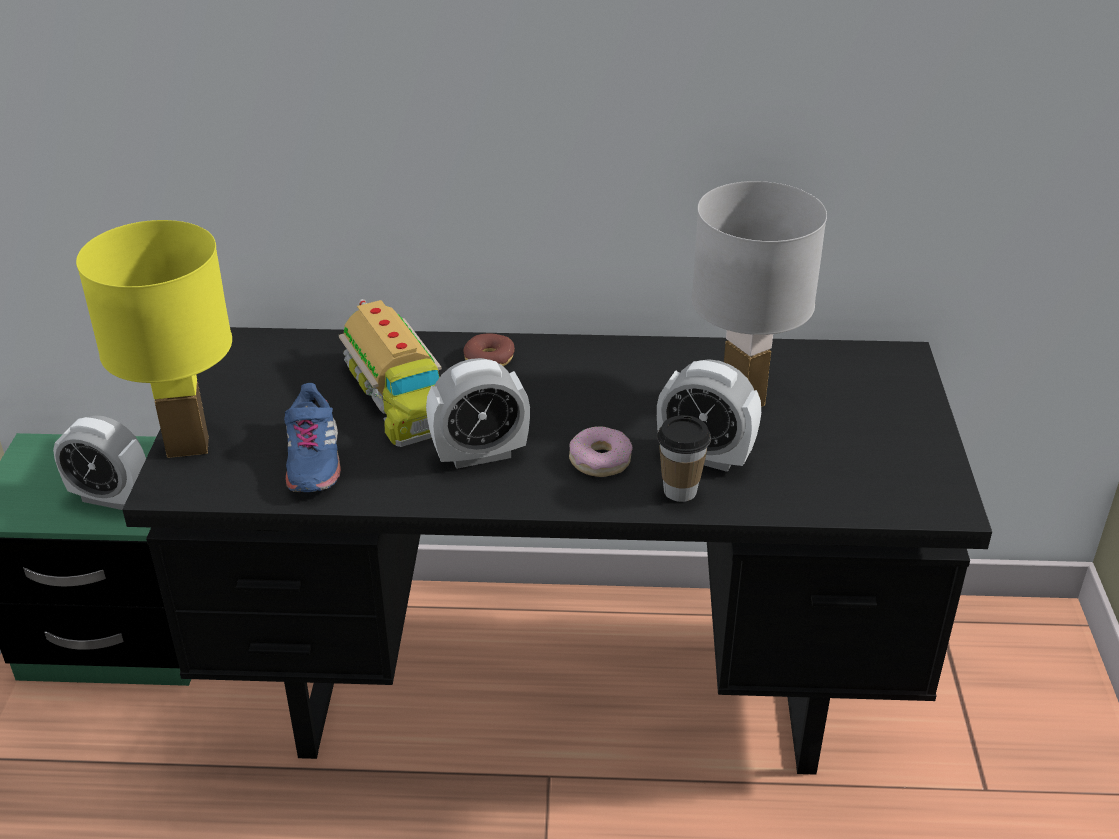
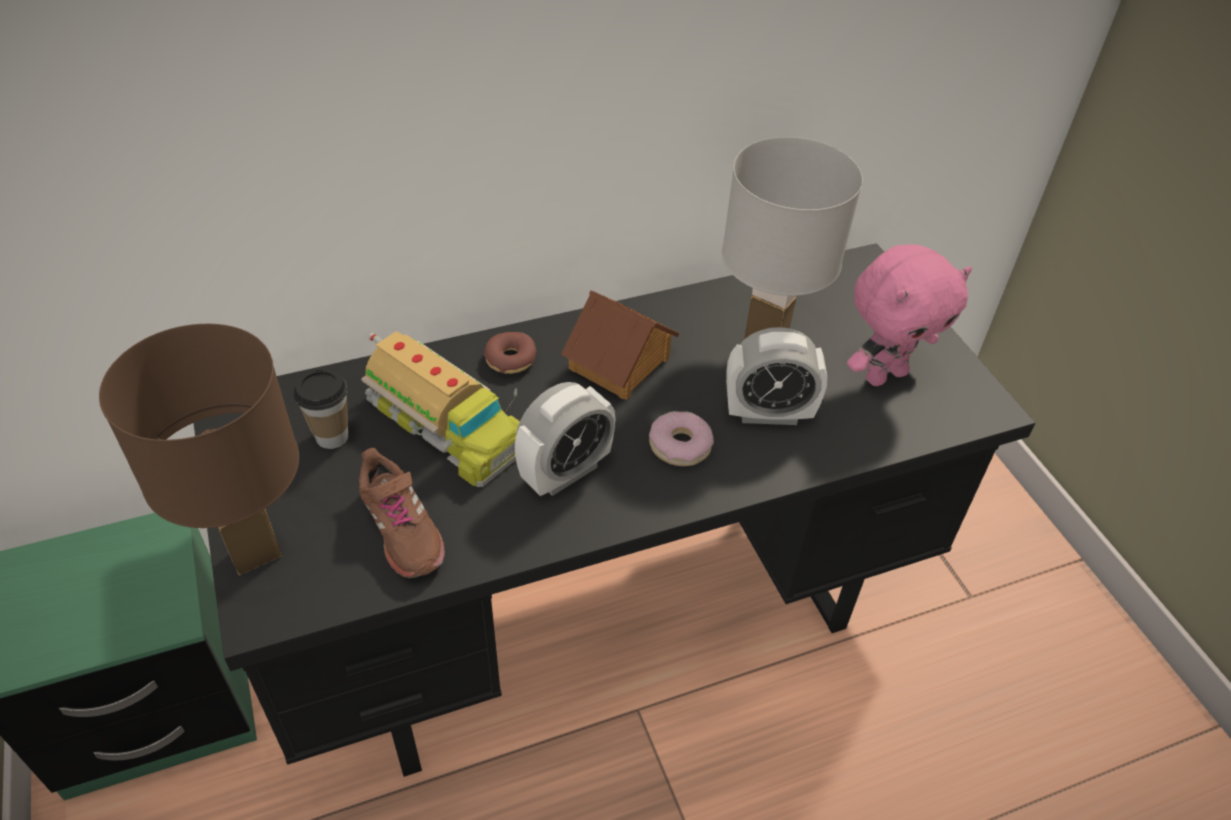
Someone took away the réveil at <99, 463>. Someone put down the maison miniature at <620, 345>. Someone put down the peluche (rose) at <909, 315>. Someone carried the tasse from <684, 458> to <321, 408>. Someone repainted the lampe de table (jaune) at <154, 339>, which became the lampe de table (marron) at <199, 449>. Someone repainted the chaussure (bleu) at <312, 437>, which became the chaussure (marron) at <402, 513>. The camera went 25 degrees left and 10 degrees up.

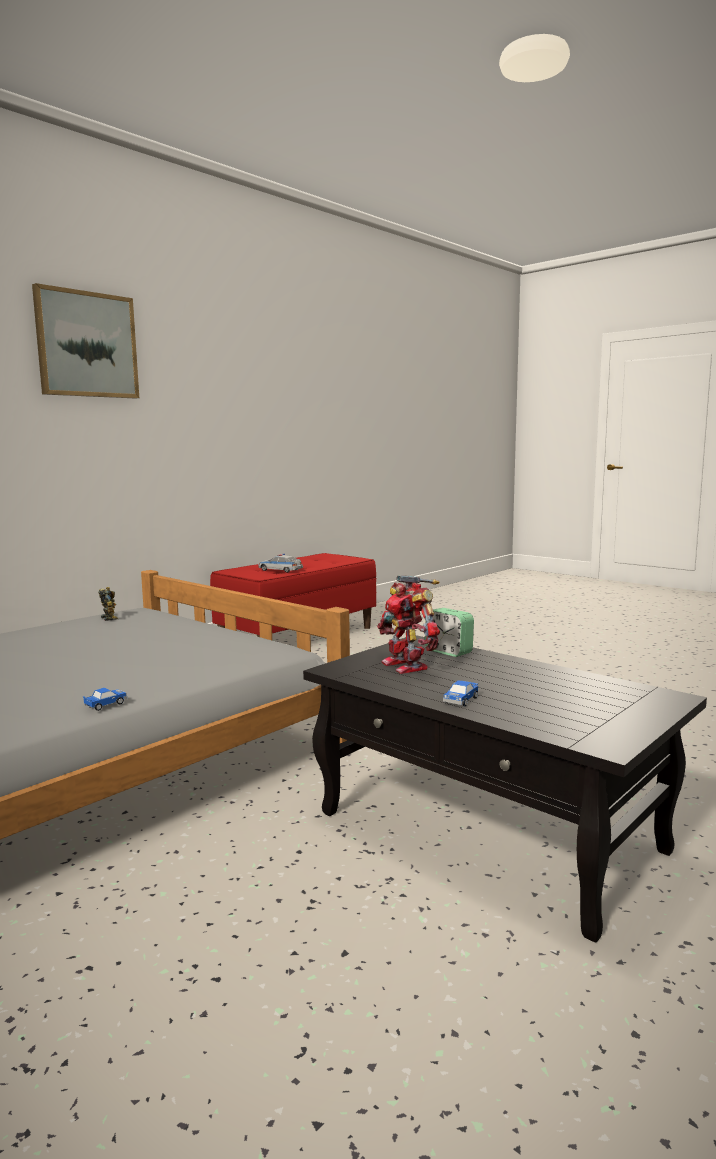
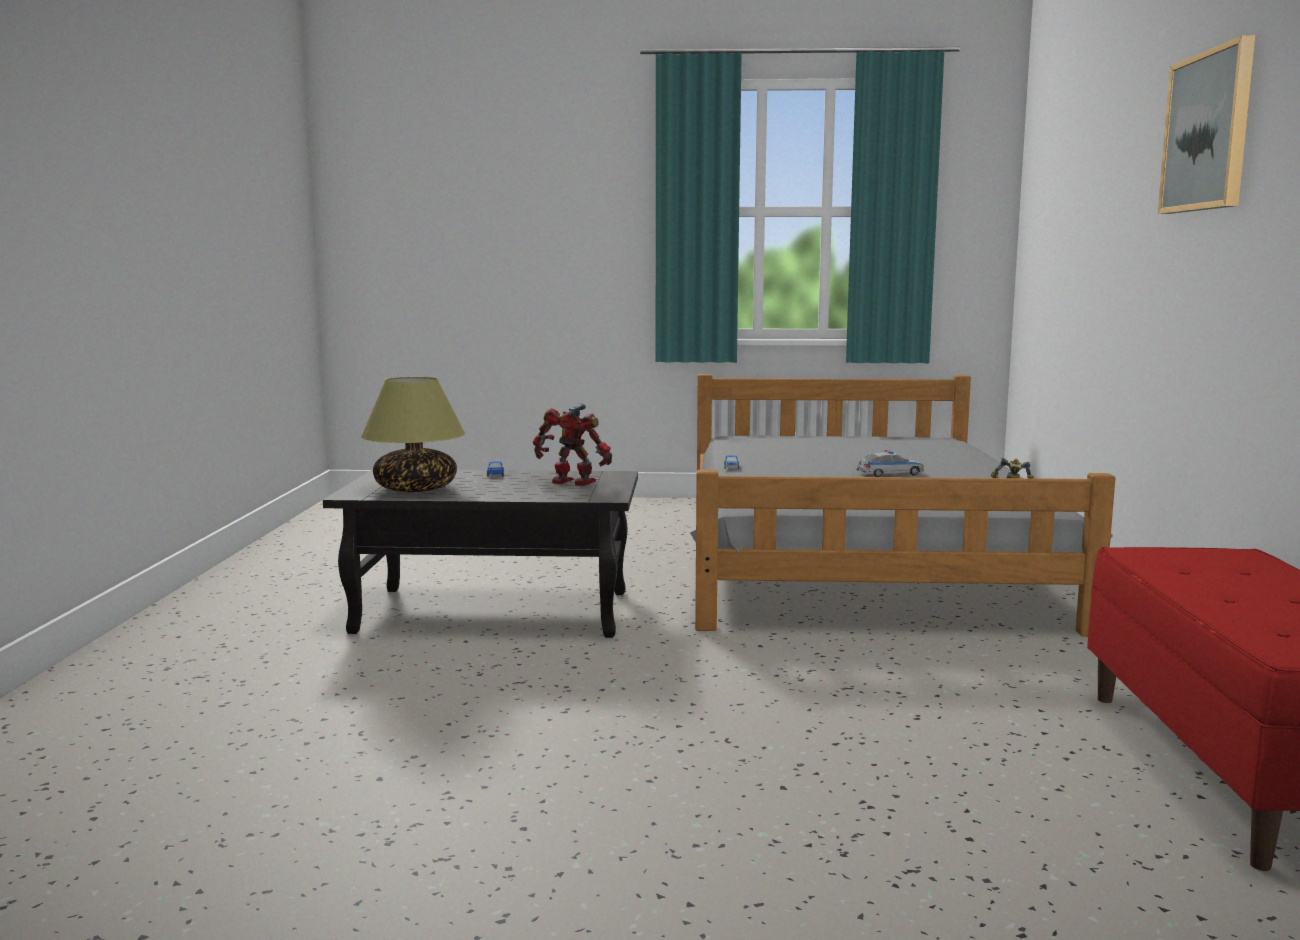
Someone took away the réveil at <449, 632>. Someone put down the lampe de table at <413, 434>. Someone carried the petite voiture from <280, 563> to <890, 463>. The camera went 140 degrees right and 0 degrees up.

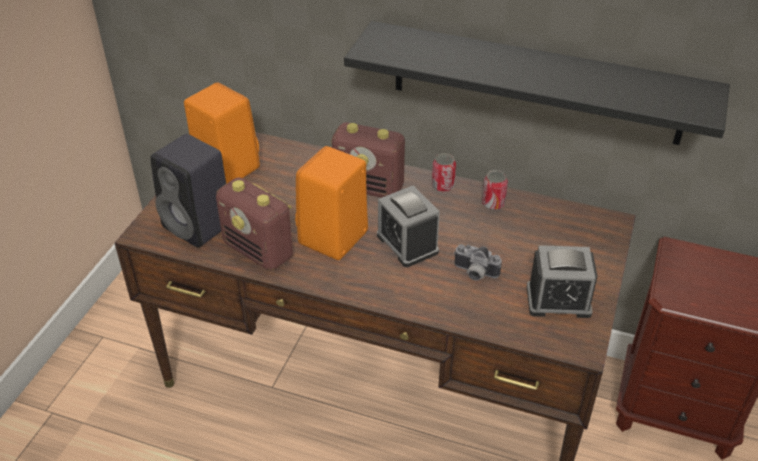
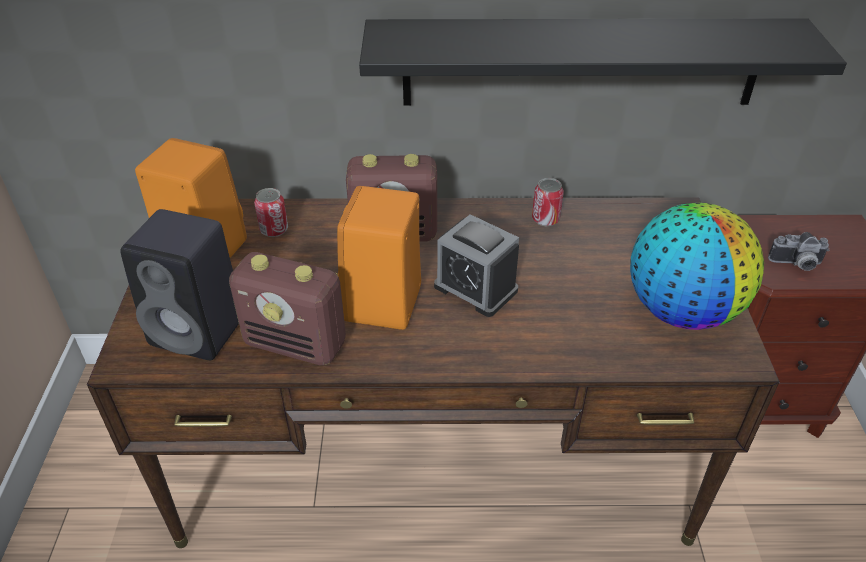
Someone carried the boîte métallique from <444, 172> to <271, 212>. Someone carried the appareil photo from <478, 262> to <798, 251>. Someone swapped the réveil at <562, 281> for the globe at <697, 266>. The camera went 20 degrees left and 0 degrees up.

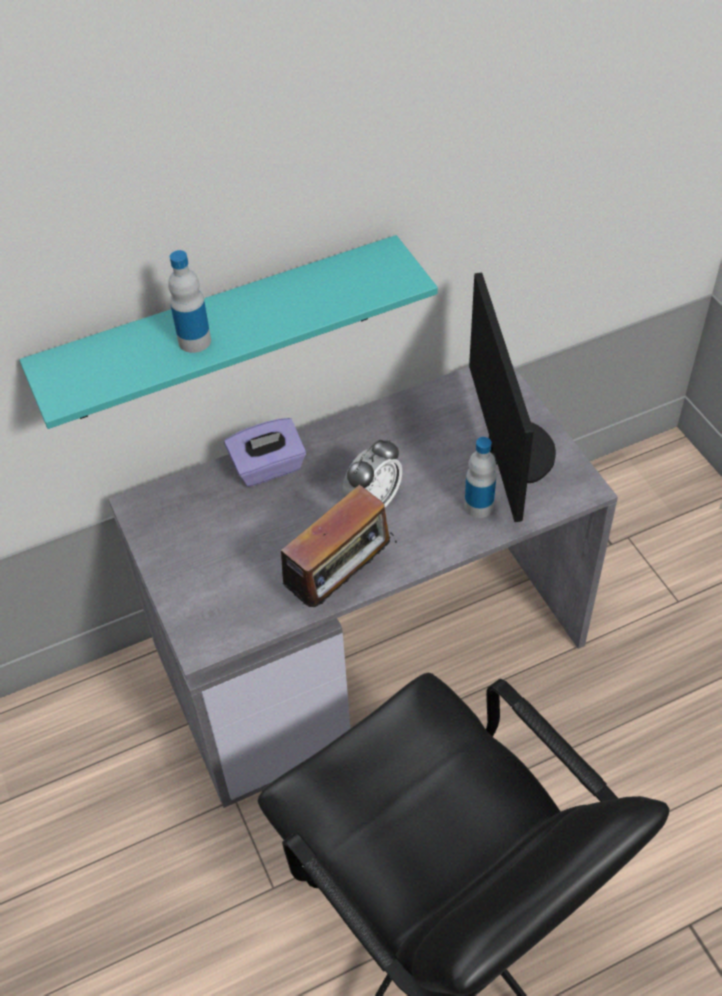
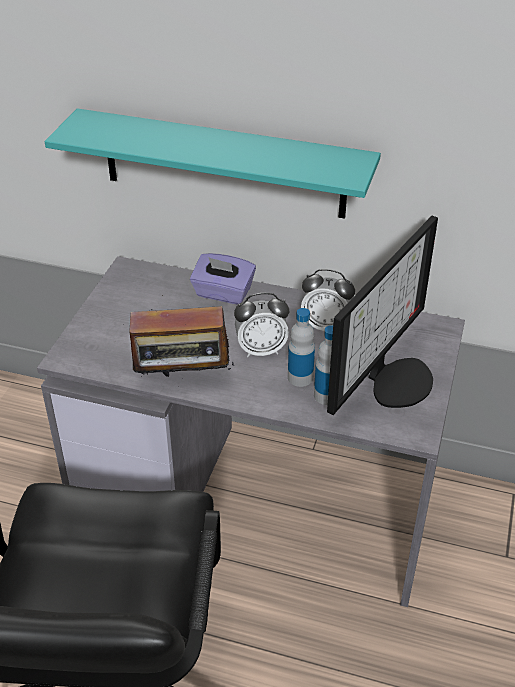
Someone put down the réveil at <328, 300>. Someone carried the bouteille from <189, 301> to <301, 347>. The camera went 40 degrees right and 10 degrees down.

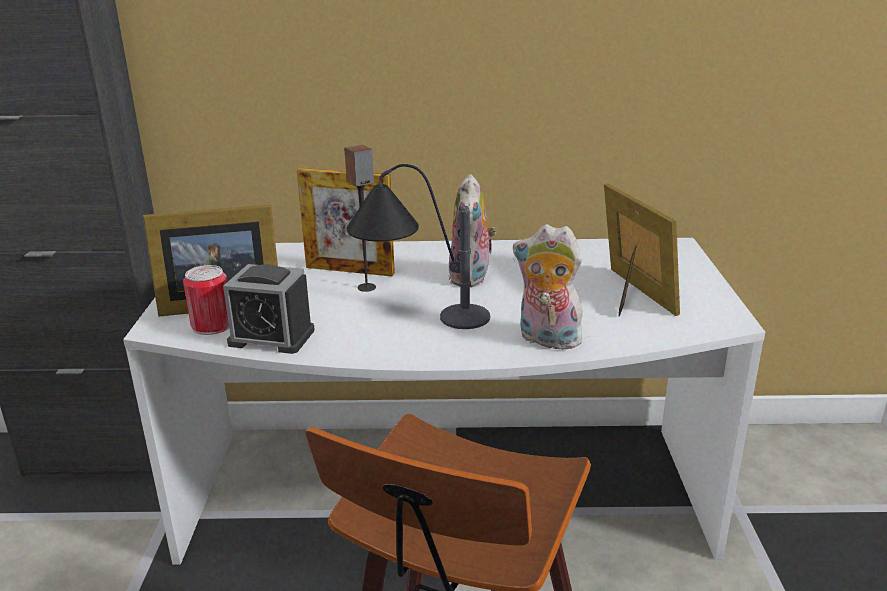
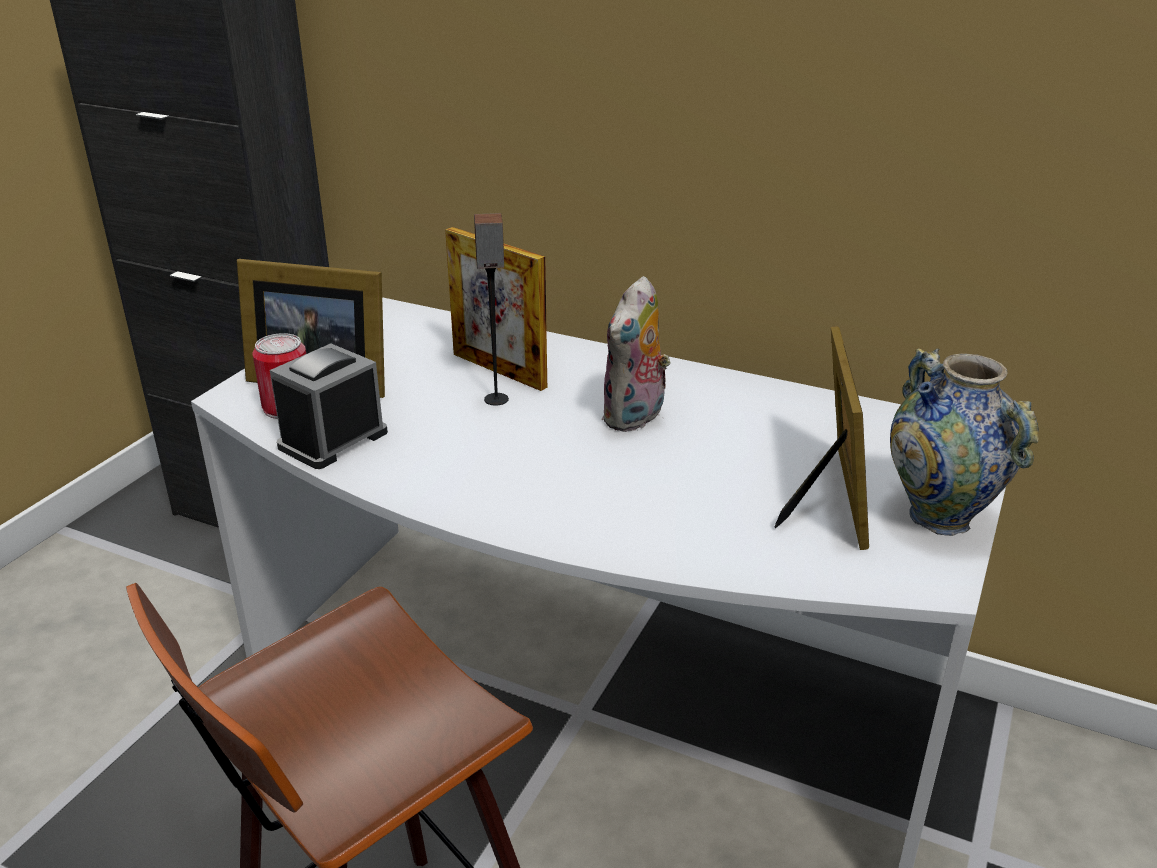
Someone took away the lampe de table at <418, 246>. Someone took away the peluche at <549, 288>. Someone put down the vase at <964, 442>. Someone rotated the réveil at <269, 309> by 90 degrees clockwise. The camera went 25 degrees right and 5 degrees up.

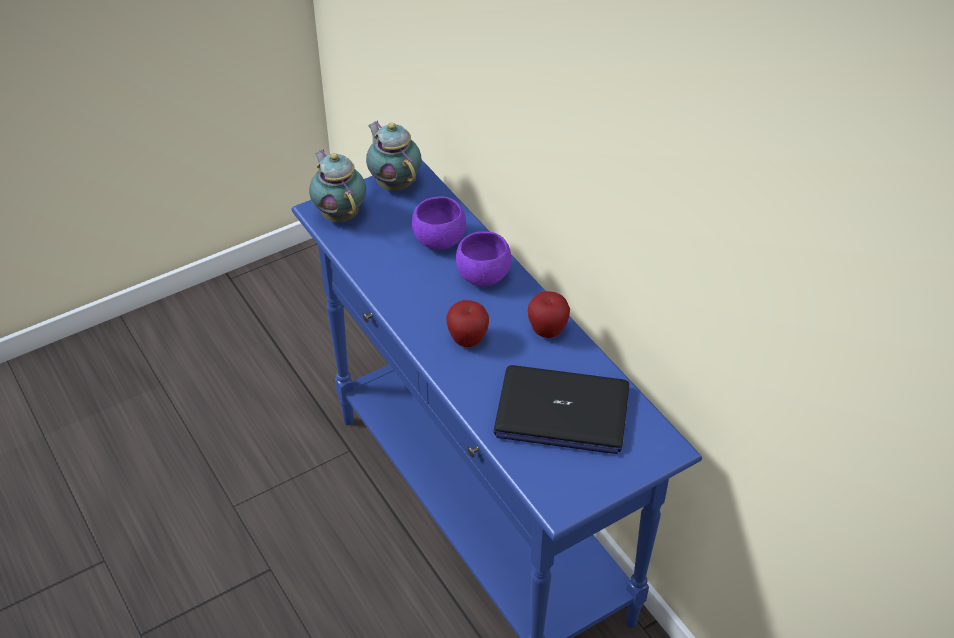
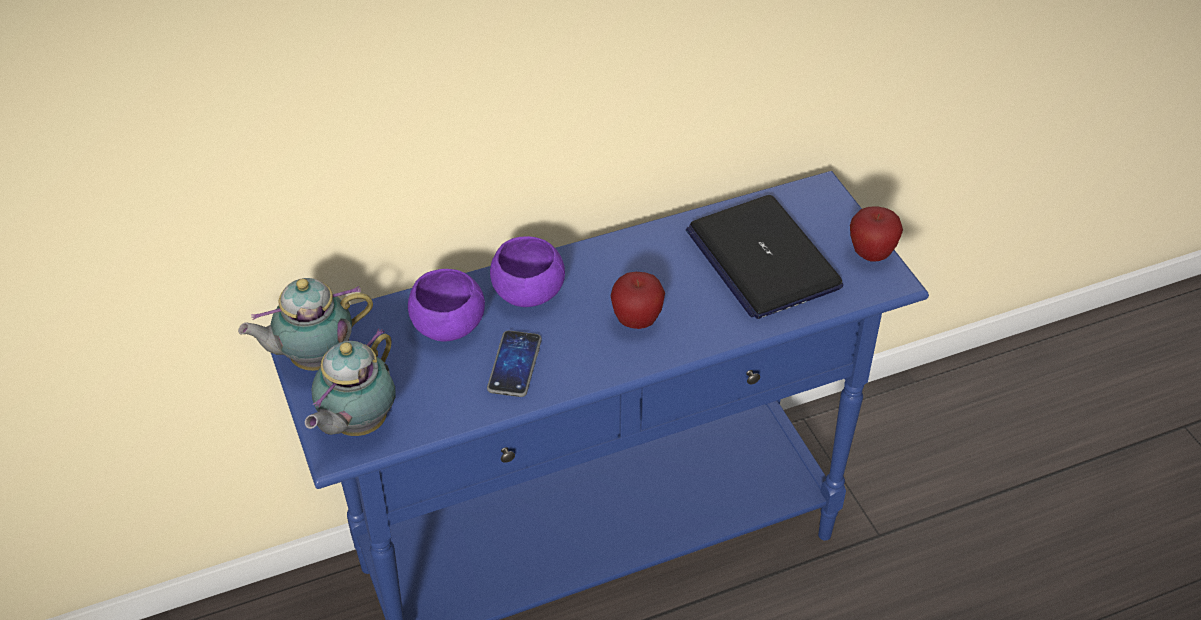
Someone put down the téléphone at <514, 363>. Someone carried the pomme from <549, 314> to <876, 234>. Someone rotated the théière at <337, 185> by 45 degrees counterclockwise. Someone rotated the ordinateur portable at <561, 409> by 135 degrees clockwise. The camera went 80 degrees left and 0 degrees up.

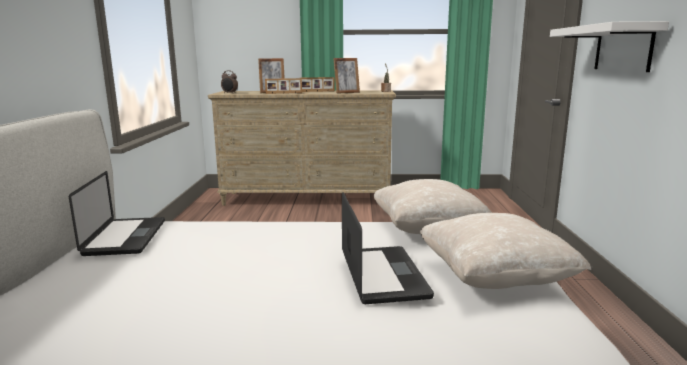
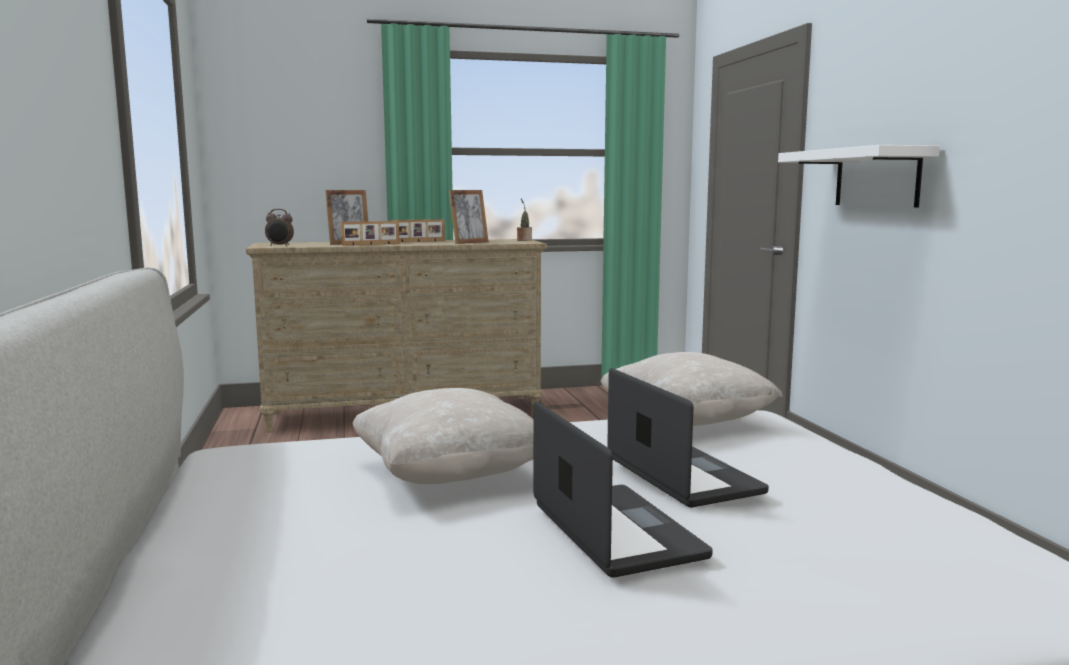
Someone carried the ordinateur portable from <117, 213> to <623, 489>. Someone carried the coussin (beige) from <506, 251> to <443, 436>. The camera went 15 degrees left and 5 degrees down.

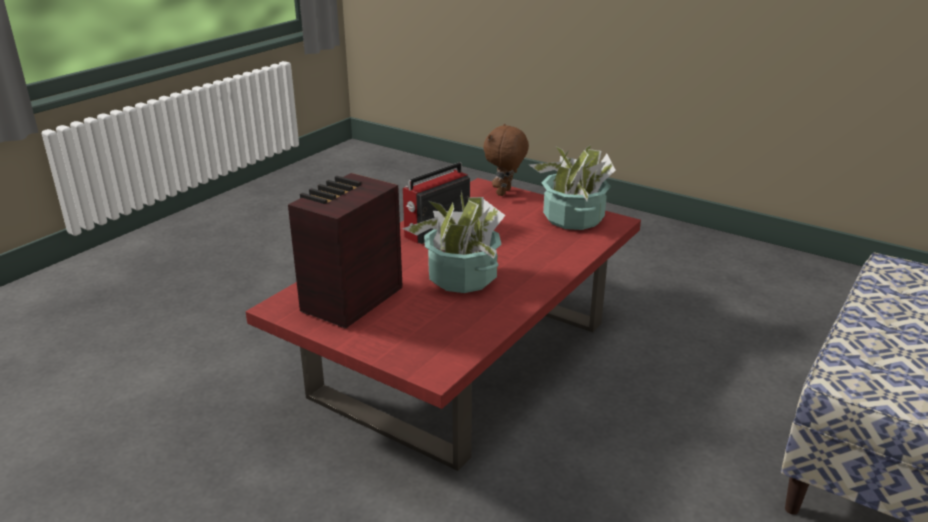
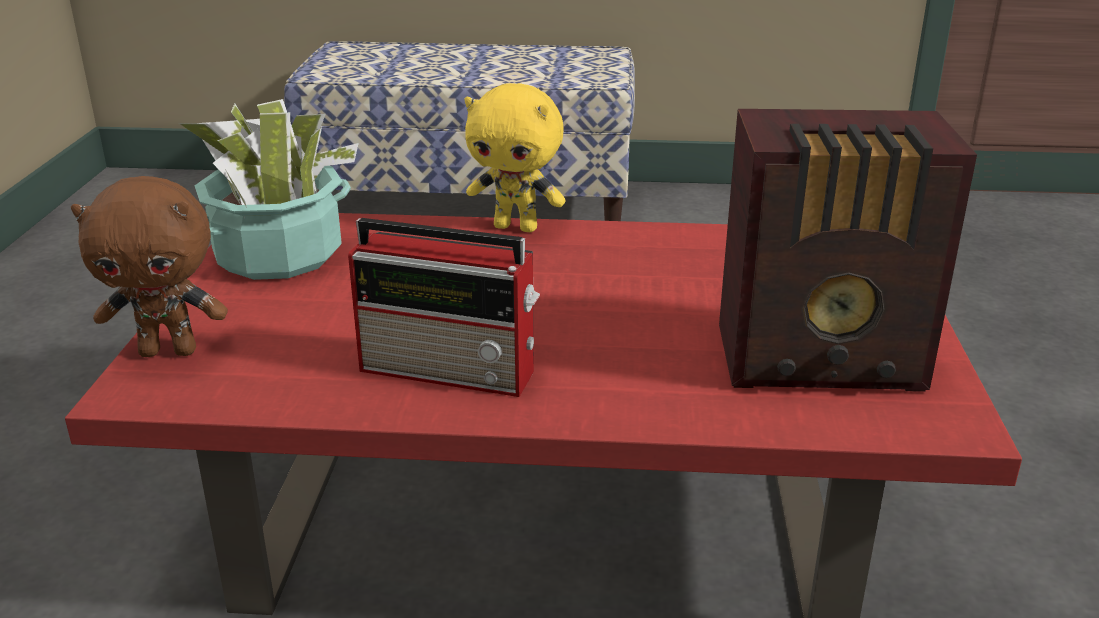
Someone took away the plante en pot at <453, 242>. Someone put down the peluche (jaune) at <515, 157>. The camera went 120 degrees left and 0 degrees up.

